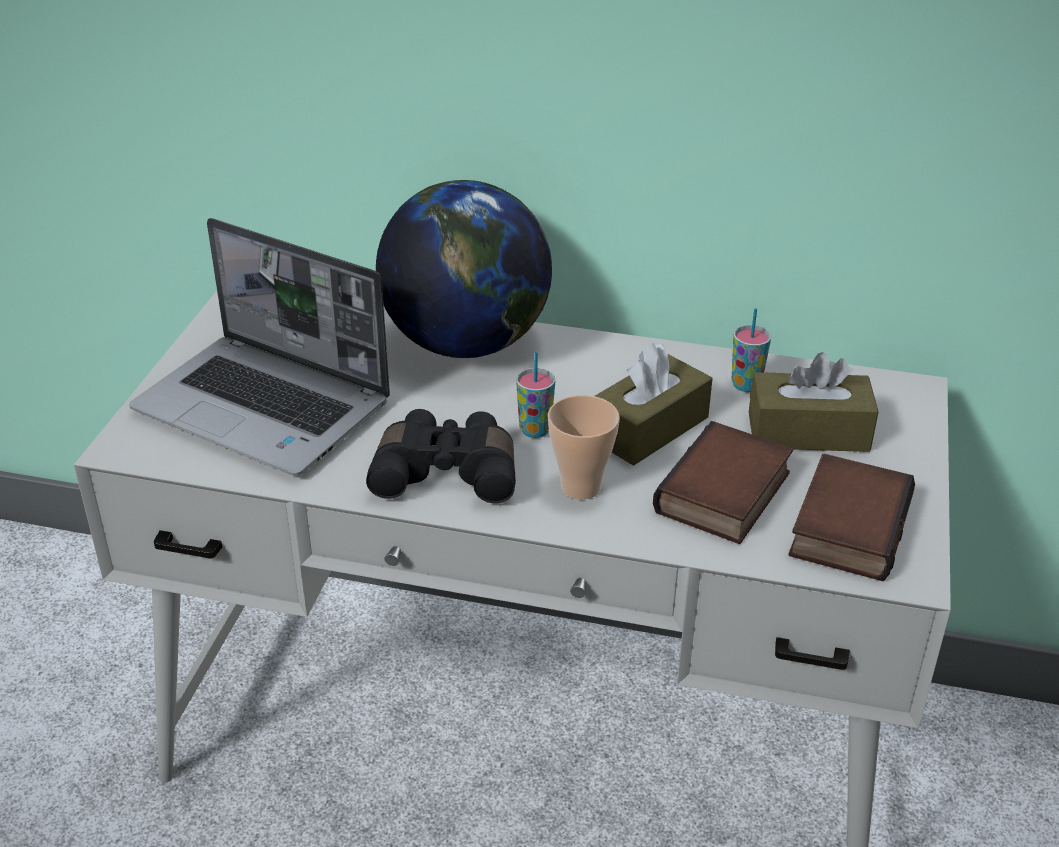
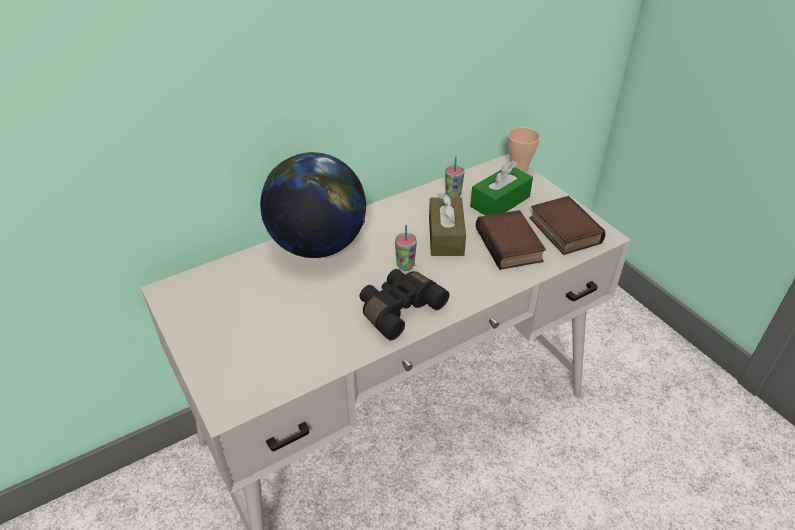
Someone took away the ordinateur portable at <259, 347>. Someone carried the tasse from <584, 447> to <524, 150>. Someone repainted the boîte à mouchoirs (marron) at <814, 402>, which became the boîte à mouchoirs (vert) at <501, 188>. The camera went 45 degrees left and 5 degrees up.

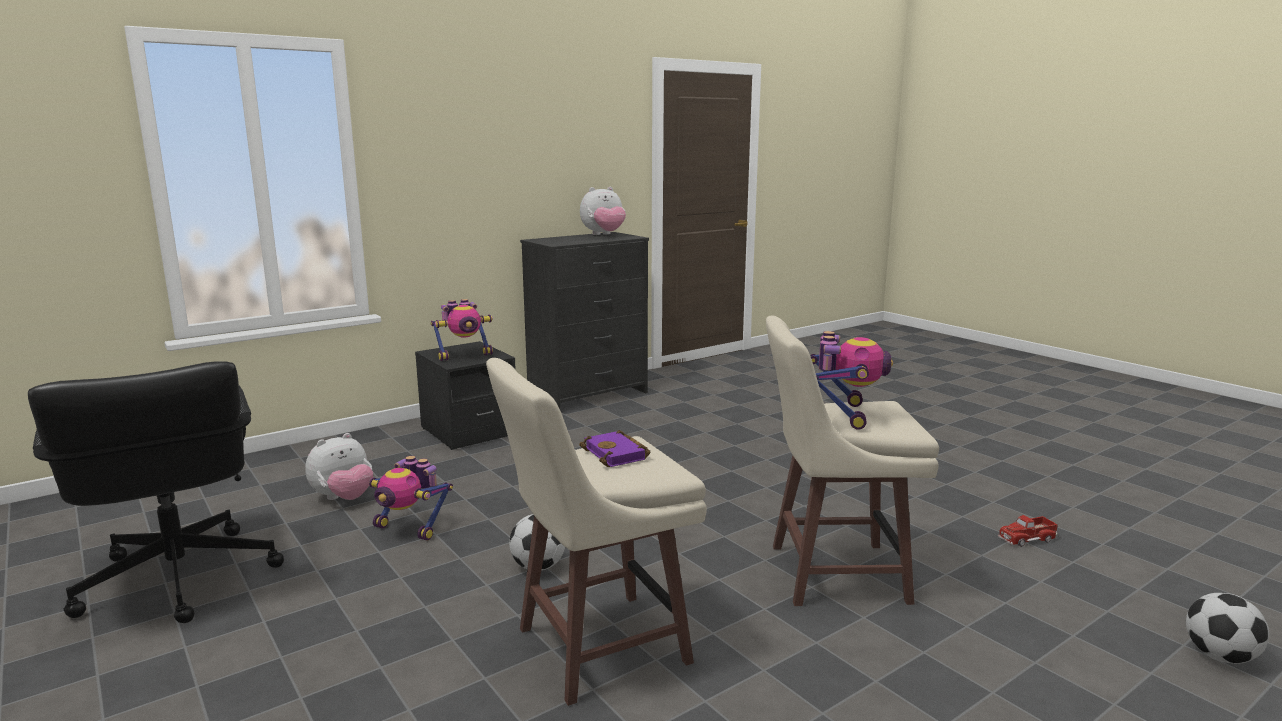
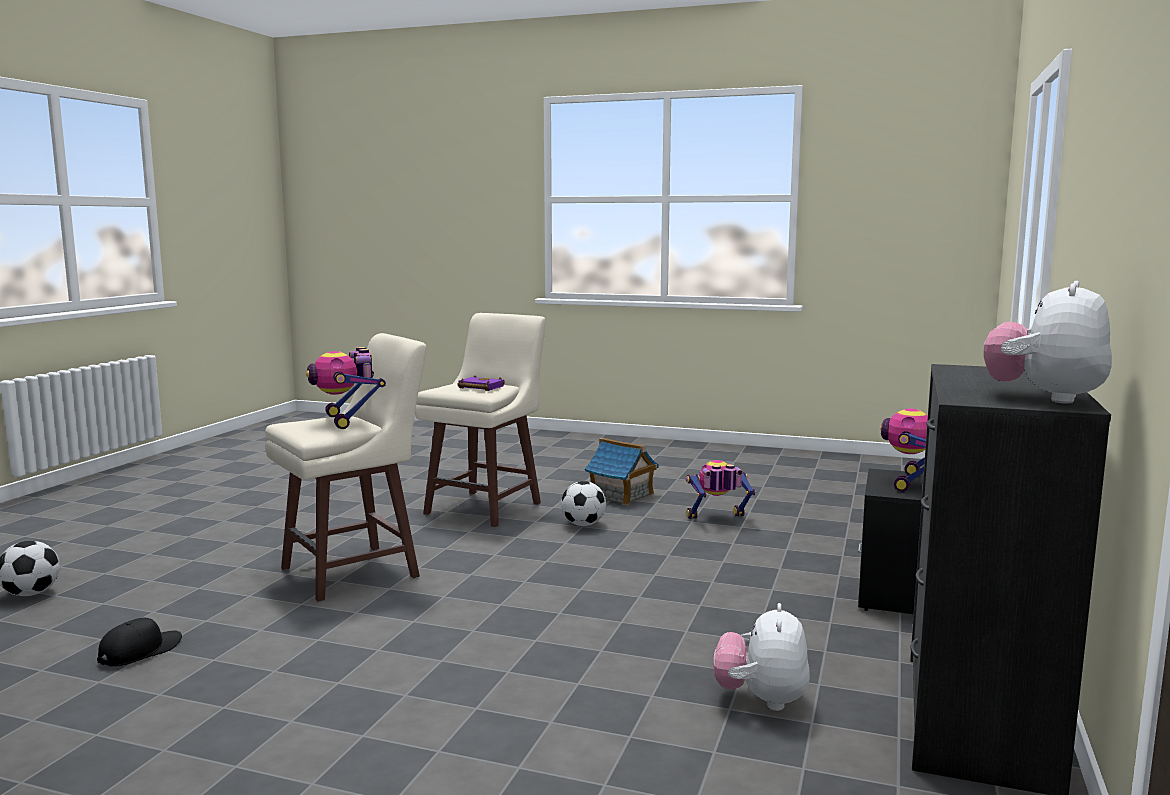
Someone took away the chaise de bureau (noir) at <156, 492>. Someone put down the maison miniature at <622, 471>. Someone carried the peluche from <339, 466> to <761, 657>. Someone swapped the camion jouet at <1028, 531> for the casquette (noir) at <139, 642>. The camera went 145 degrees right and 5 degrees down.

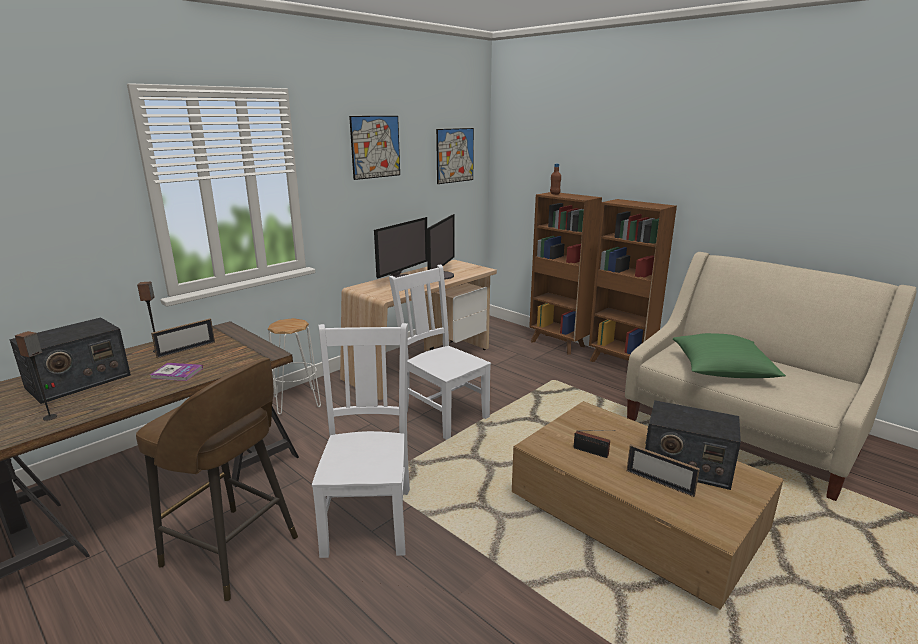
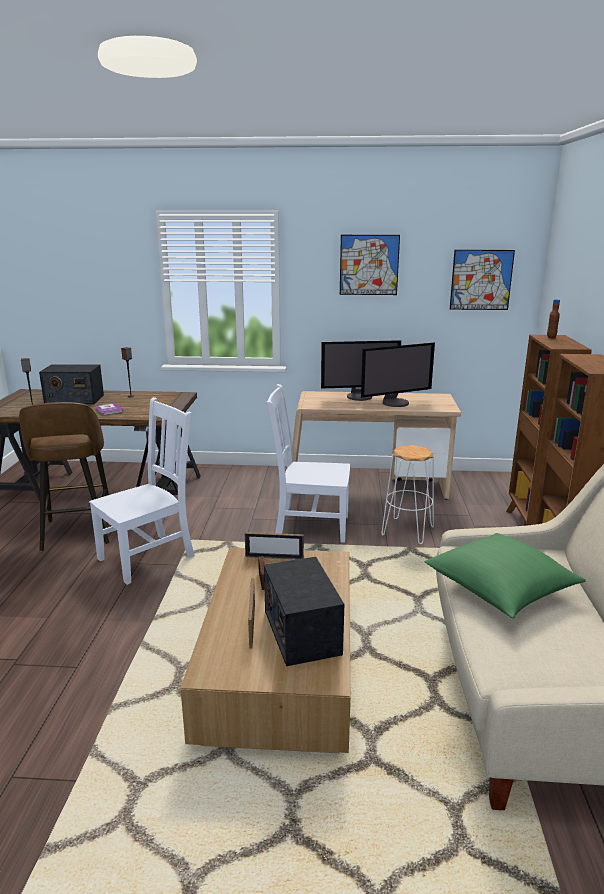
Someone carried the cadre photo from <183, 338> to <274, 545>. Someone carried the tabouret (blanc) from <294, 366> to <407, 494>. Someone rotated the chaise (blanc) at <440, 352> by 90 degrees counterclockwise. The camera went 50 degrees right and 0 degrees up.

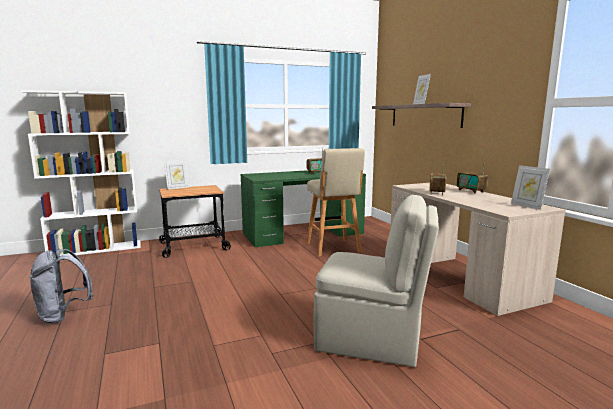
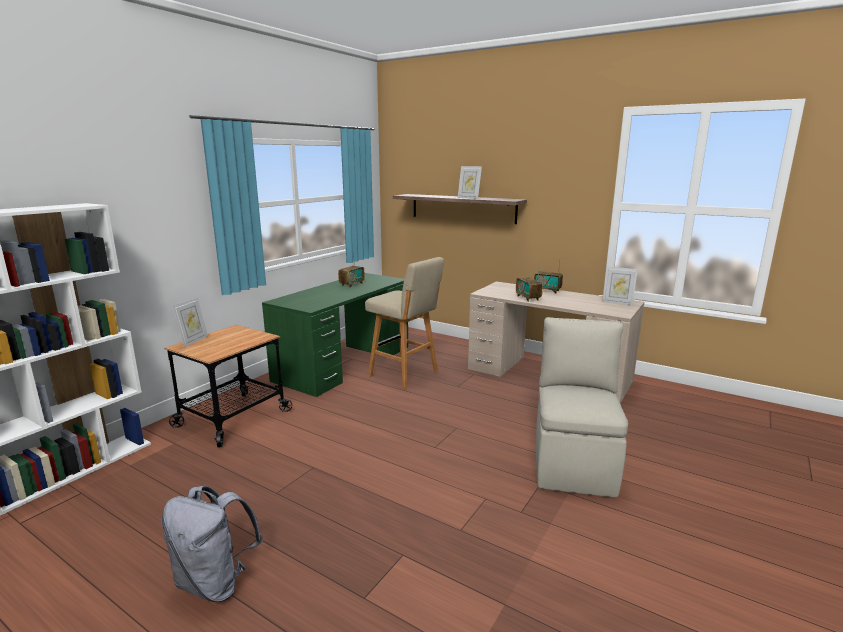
Someone rotated the chaise (beige) at <376, 281> by 60 degrees counterclockwise. The camera went 35 degrees left and 5 degrees up.

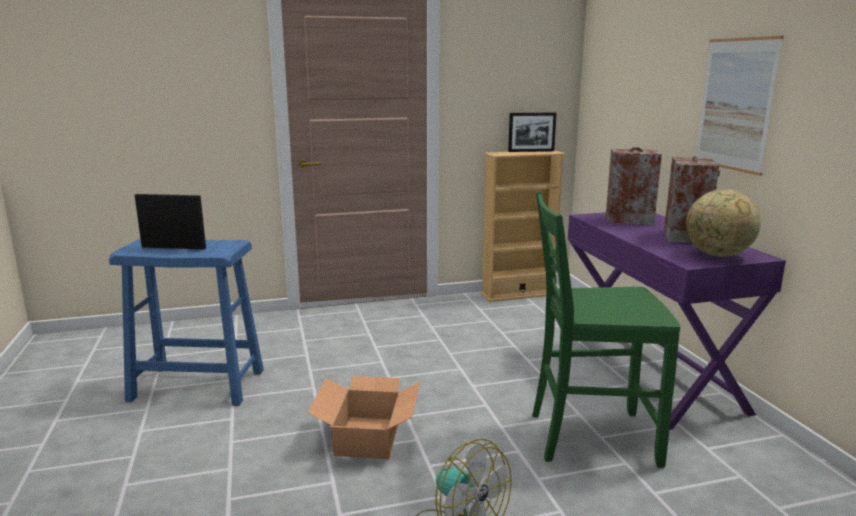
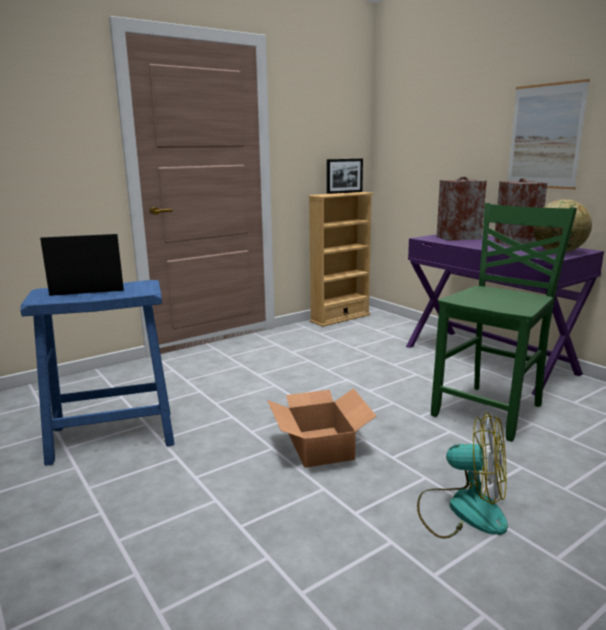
Someone rotated the chaise (vert) at <606, 329> by 150 degrees clockwise. The camera went 20 degrees left and 0 degrees up.

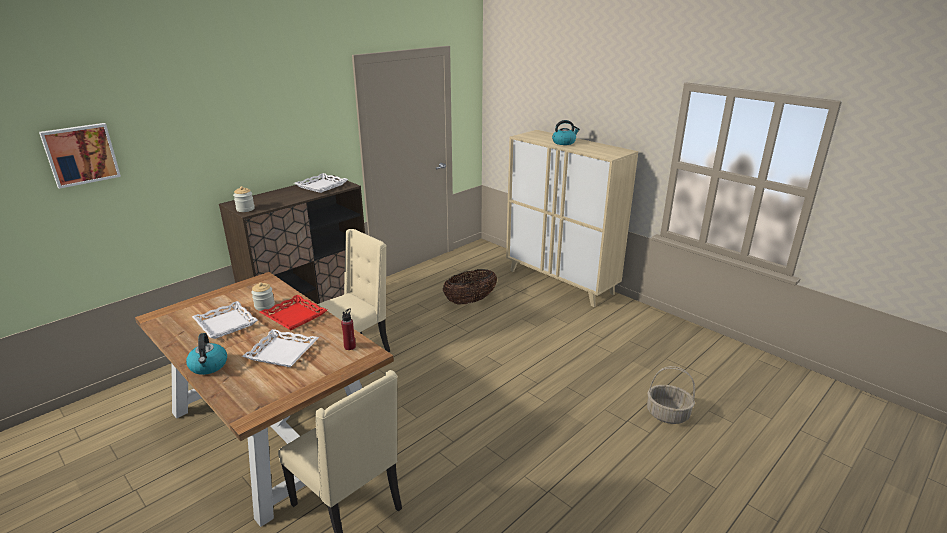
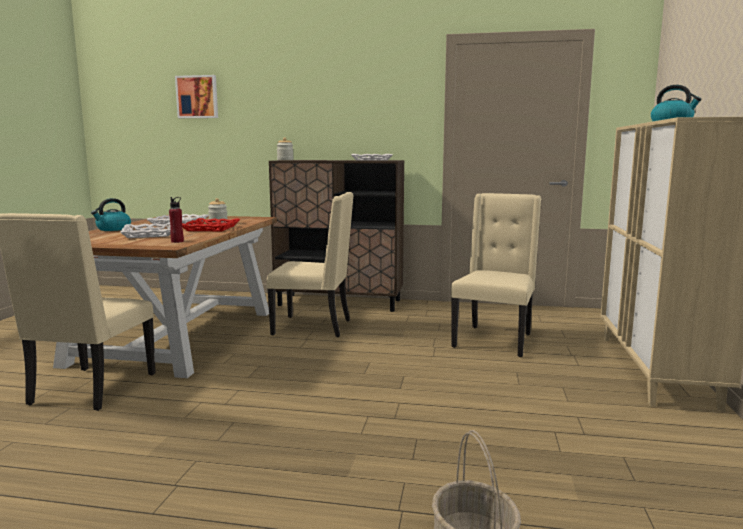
Someone swapped the panier at <470, 286> for the chaise (beige) at <496, 275>. The camera went 55 degrees right and 15 degrees down.

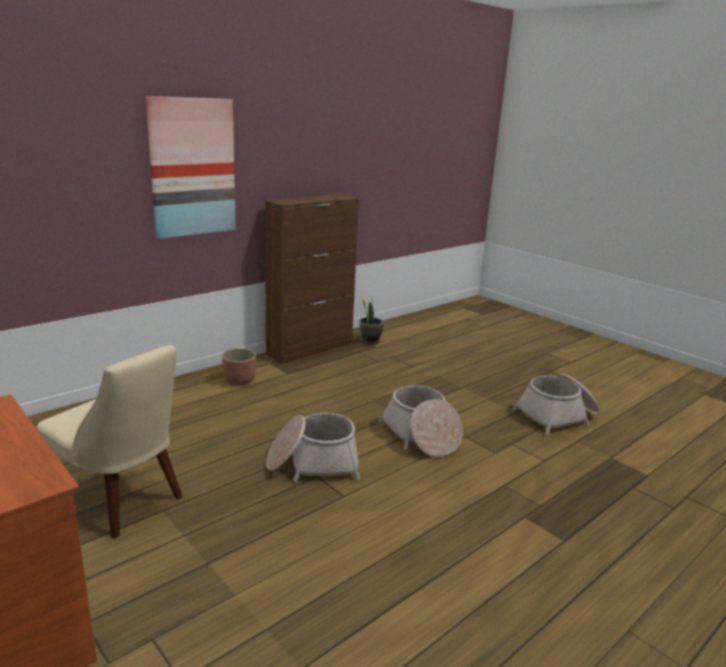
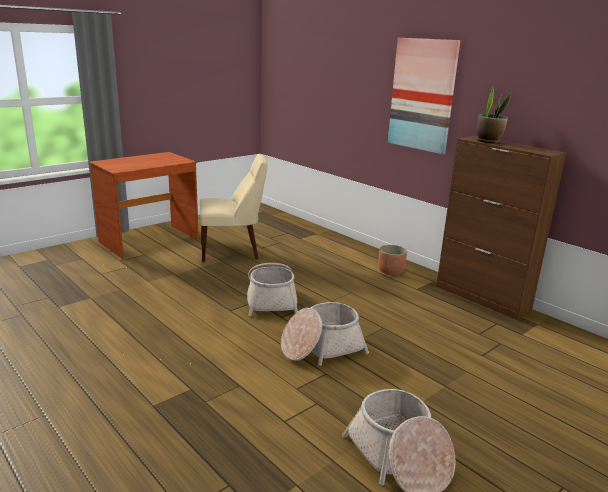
Someone carried the plante en pot from <371, 321> to <494, 114>. Someone rotated the chaise (beige) at <110, 442> by 135 degrees counterclockwise. The camera went 90 degrees right and 0 degrees up.

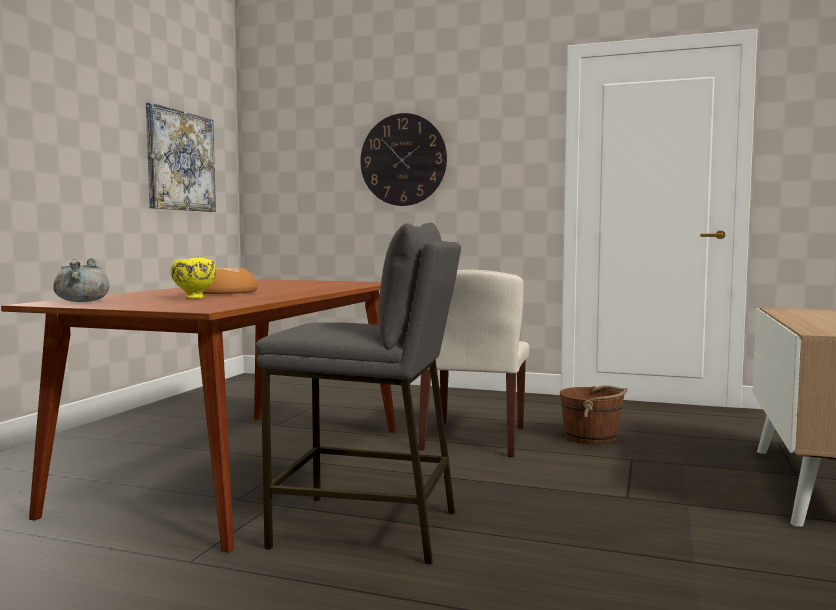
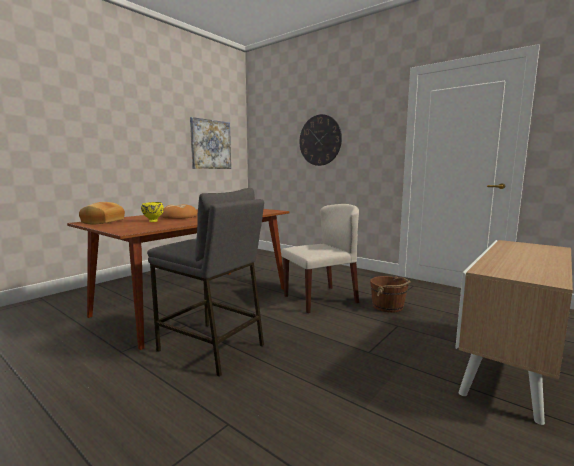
Someone swapped the marmite (gris) at <81, 280> for the pain at <102, 213>. Someone rotated the chaise (beige) at <473, 363> by 150 degrees counterclockwise. The camera went 20 degrees right and 5 degrees up.

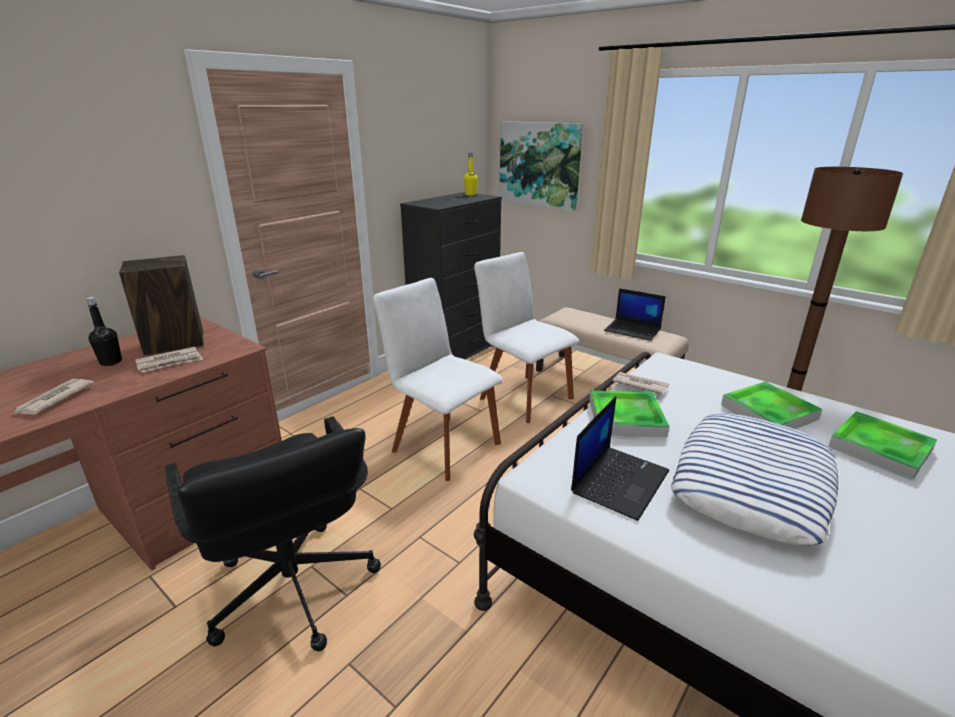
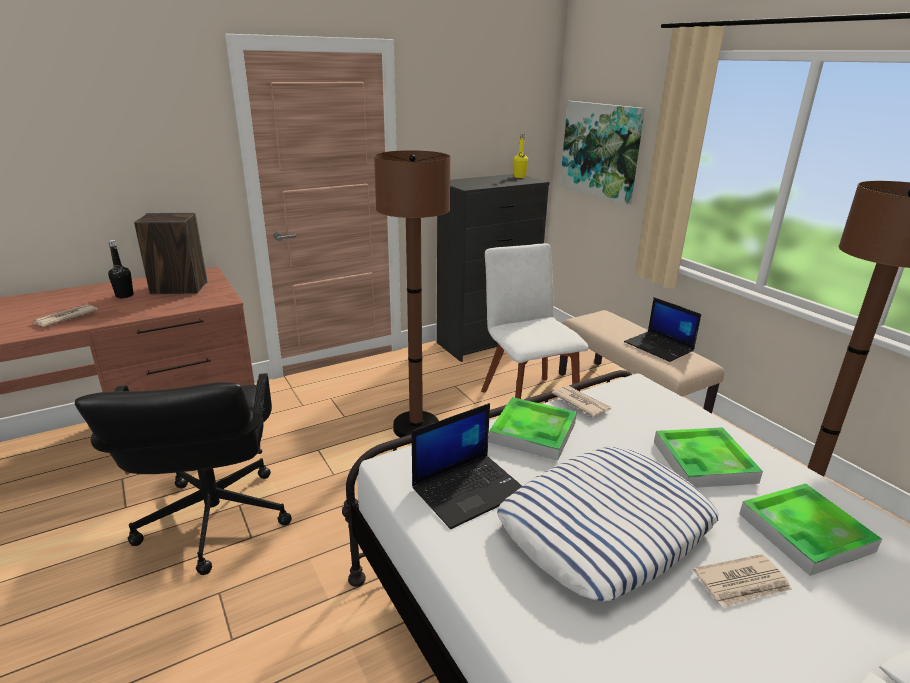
Someone carried the journal from <169, 359> to <742, 580>. Someone swapped the chaise (blanc) at <438, 379> for the lampadaire (marron) at <412, 294>. The camera went 20 degrees right and 0 degrees up.

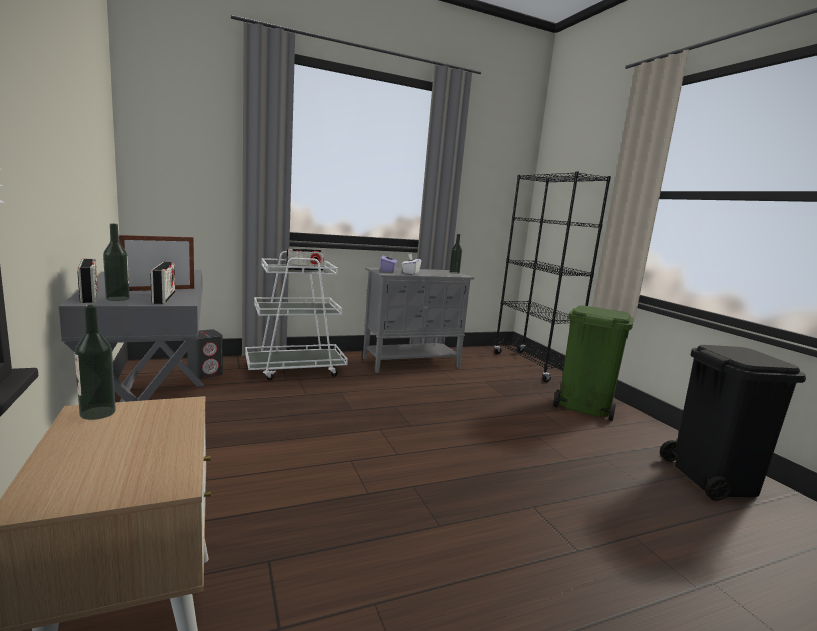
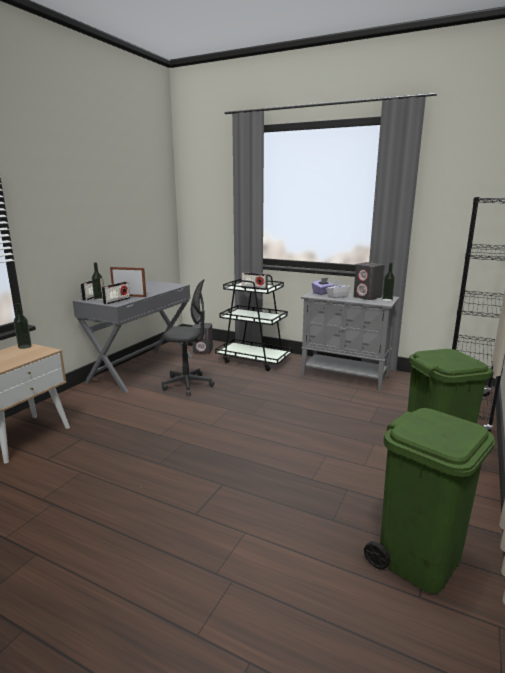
Someone put down the chaise de bureau (gris) at <188, 337>. Someone put down the enceinte (gris) at <369, 281>. Someone repainted the chariot (blanc) at <296, 316>, which became the chariot (noir) at <253, 322>. Someone repainted the poubelle (noir) at <733, 423>, which became the poubelle (vert) at <429, 501>. The camera went 50 degrees right and 5 degrees up.

